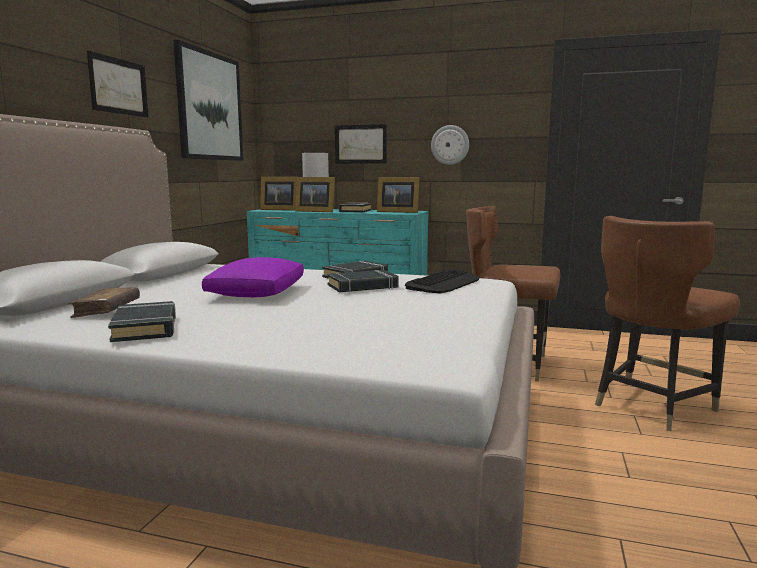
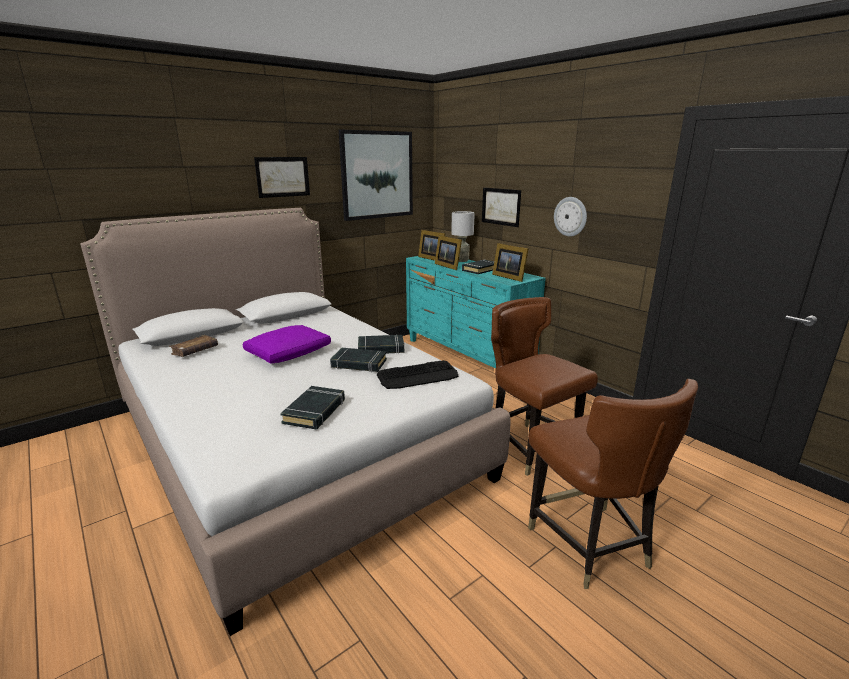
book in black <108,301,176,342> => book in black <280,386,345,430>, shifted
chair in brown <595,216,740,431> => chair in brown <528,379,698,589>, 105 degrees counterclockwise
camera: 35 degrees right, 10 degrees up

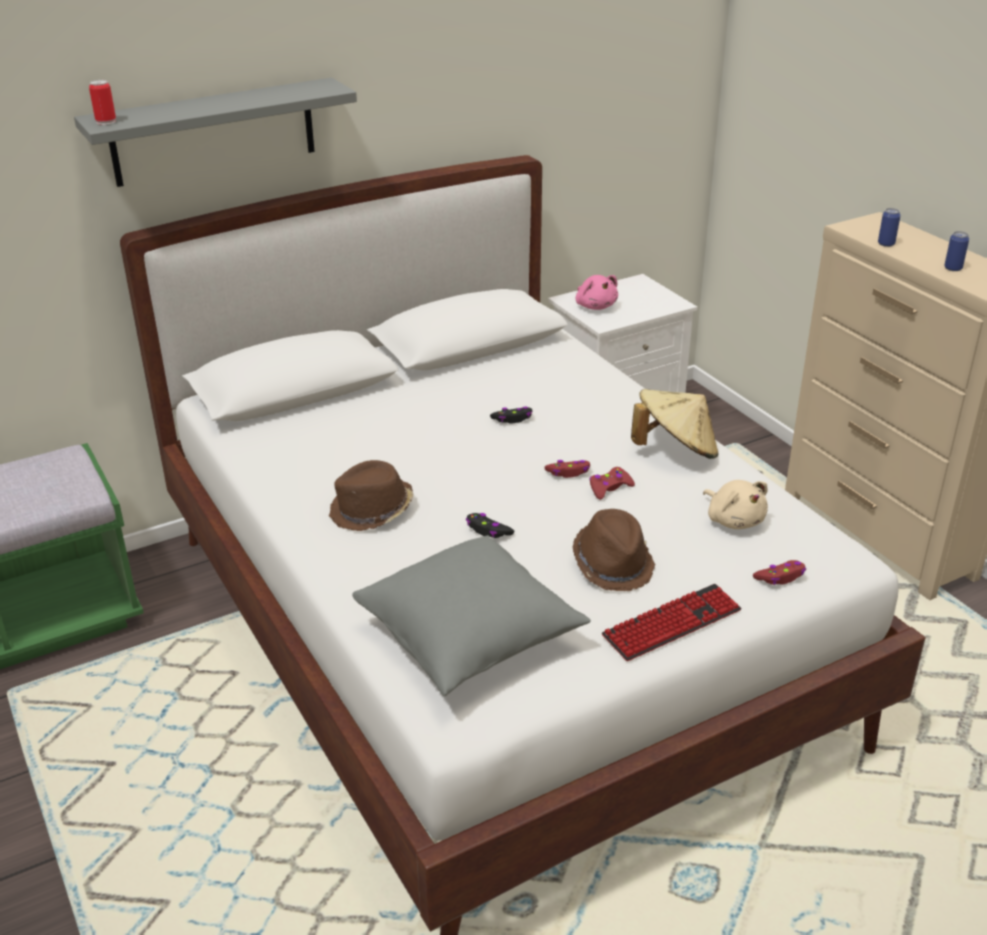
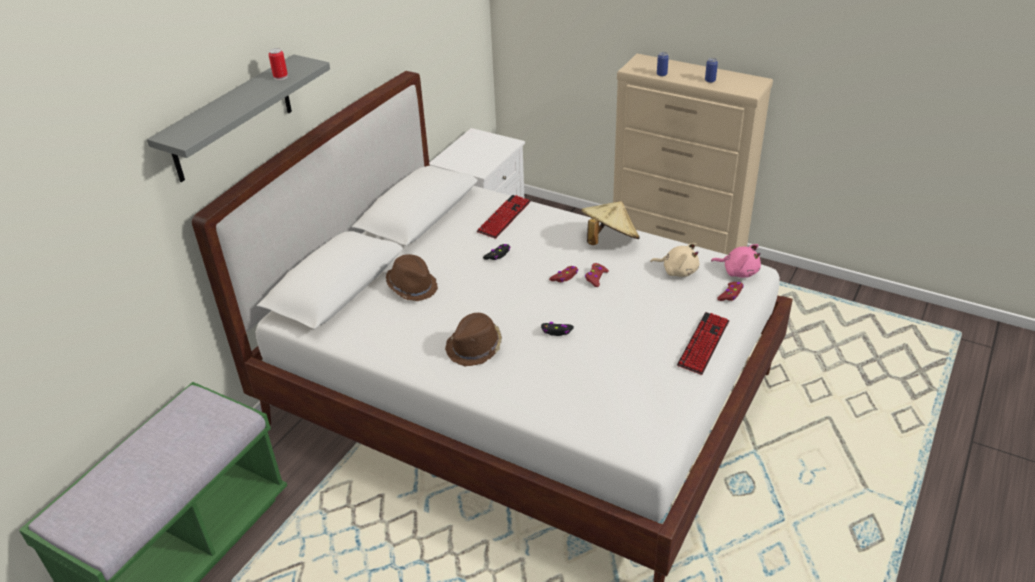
can <89,80,116,125> => can <268,48,288,80>, shifted
pillow in greyish <352,535,591,696> => nothing
hat in brown <572,509,656,591> => hat in brown <386,254,438,301>, shifted
soft toy in pink-coloured <576,275,618,310> => soft toy in pink-coloured <711,244,761,278>, shifted
nothing => keyboard <477,195,531,239>
camera: 30 degrees left, 5 degrees up

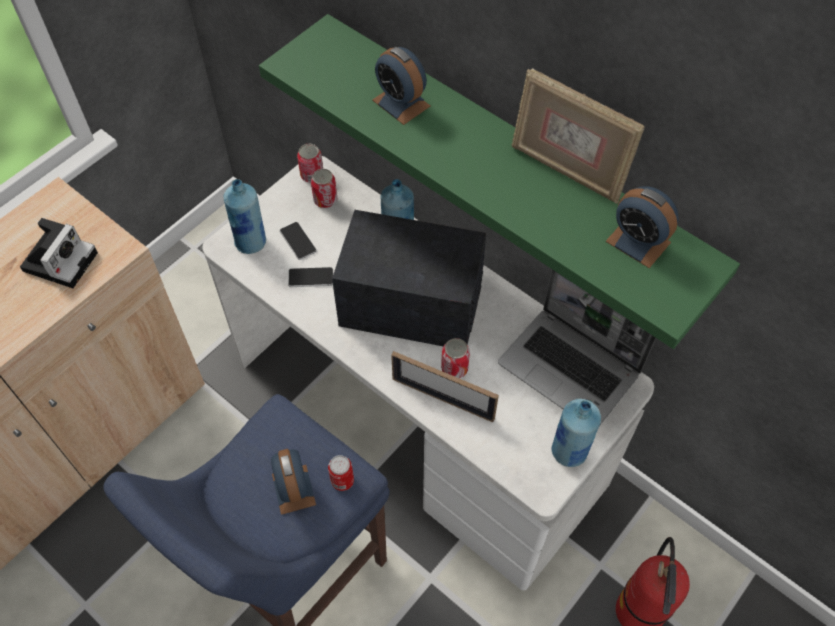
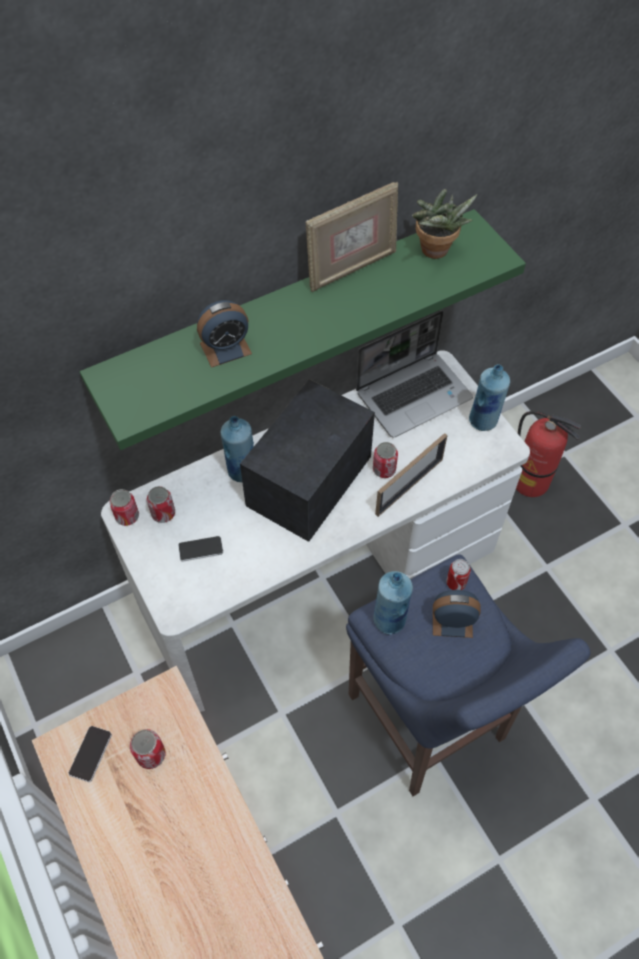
still camera <20,218,98,288> => can <130,729,165,769>
bottle in blue <223,179,266,254> => bottle in blue <373,571,413,635>, shifted
phone <288,267,333,287> => phone <69,726,112,782>, shifted
alarm clock <606,186,678,268> => houseplant <412,189,477,259>
camera: 70 degrees left, 0 degrees up

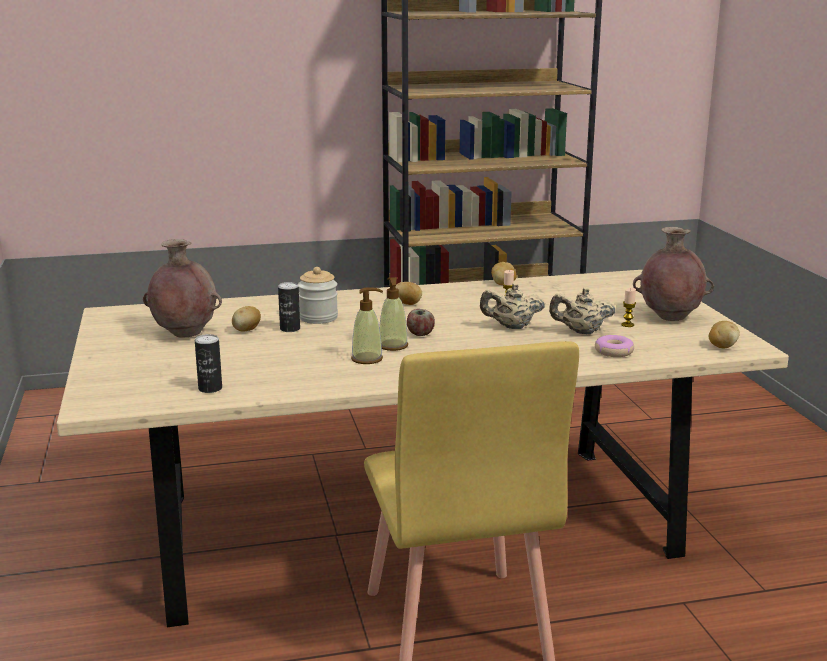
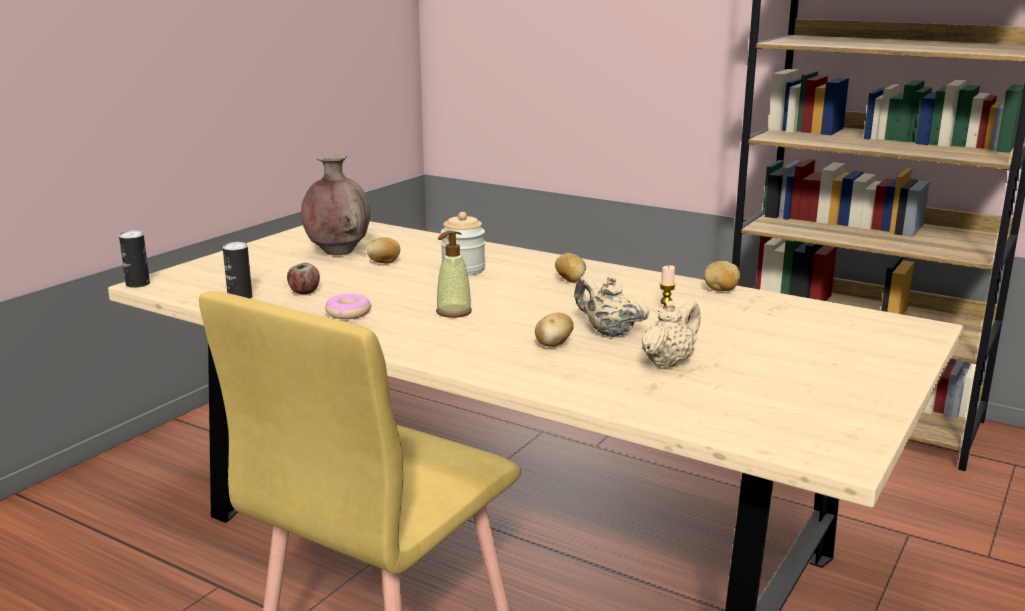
can <278,282,300,332> => can <119,231,150,288>, shifted
liquid soap bottle <351,287,383,364> => nothing
apple fruit <407,309,435,336> => apple fruit <287,263,320,294>, shifted
tea pot in beige-coloured <549,288,616,334> => tea pot in beige-coloured <642,300,701,368>, 90 degrees clockwise
doughnut <595,335,634,357> => doughnut <325,294,371,319>, shifted
wax light <621,288,636,327> => nothing
vase in brown <633,227,714,321> => nothing
whole potato <709,321,740,348> => whole potato <535,313,574,347>, shifted
camera: 45 degrees right, 0 degrees up

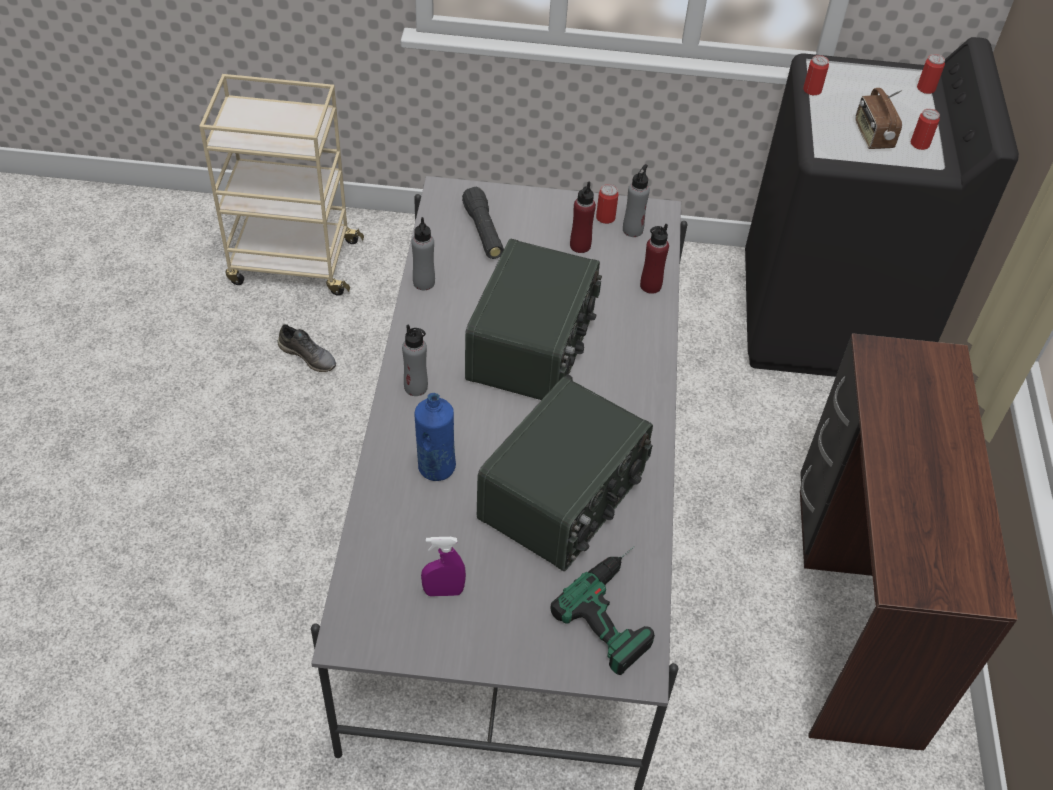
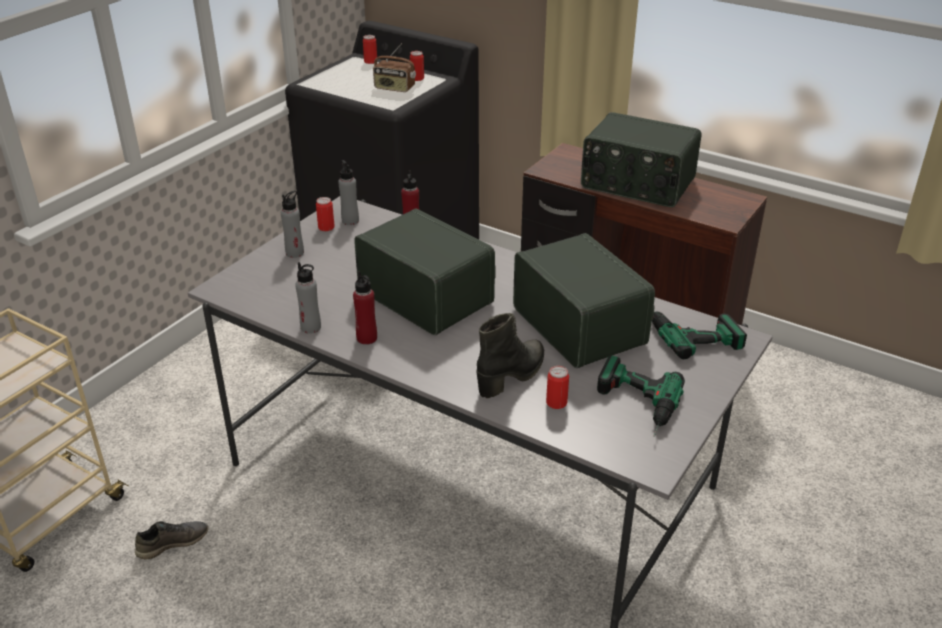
bottle in greyish <402,324,428,396> => bottle in greyish <281,191,304,258>, shifted
bottle in blue <415,393,456,481> => boot in black <477,313,544,398>
spray bottle in purple-coloured <421,537,466,597> => drill <597,356,685,437>
torch in black <462,187,504,259> => nothing
bottle in red <570,181,596,253> => bottle in red <353,271,377,344>, shifted
can <803,55,829,95> => can <546,366,569,409>, shifted
nothing => radio <581,112,701,207>
camera: 60 degrees left, 15 degrees down

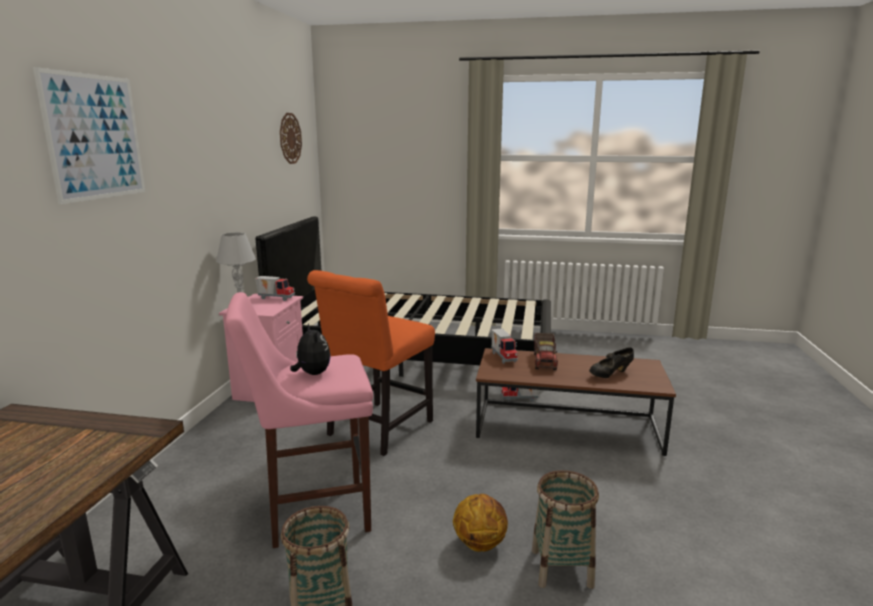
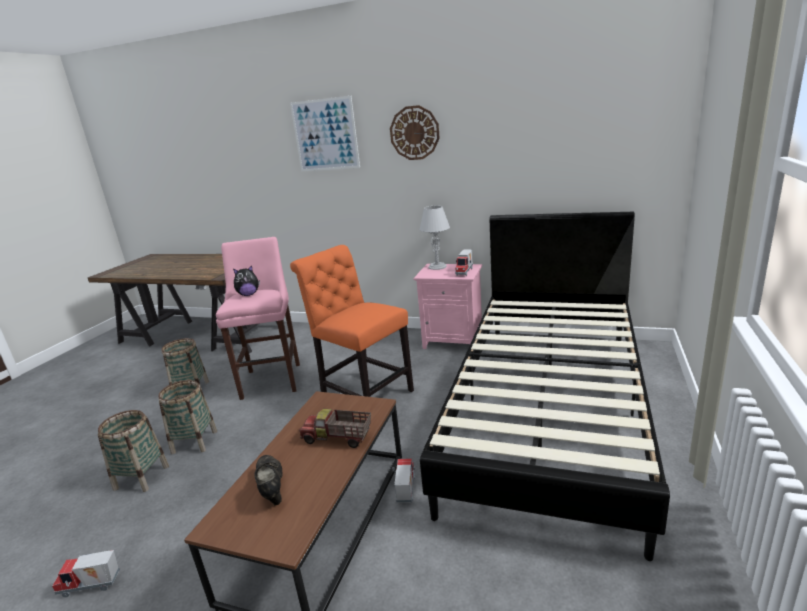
hanging clock <280,113,302,164> => hanging clock <390,105,440,160>, shifted
ball for basketball <453,494,508,552> => household basket <158,380,217,454>
toy truck <492,329,518,364> => toy truck <52,550,120,598>, shifted
camera: 100 degrees right, 5 degrees up

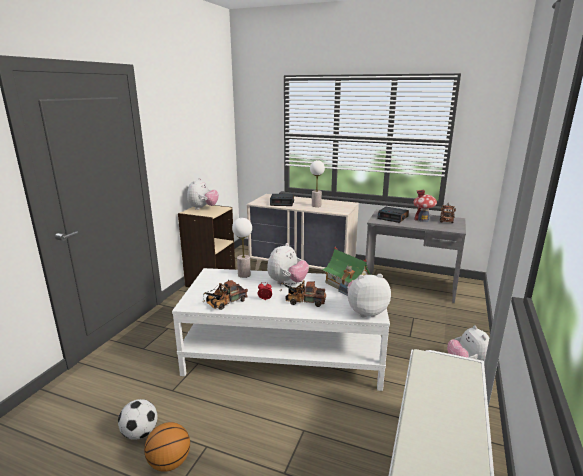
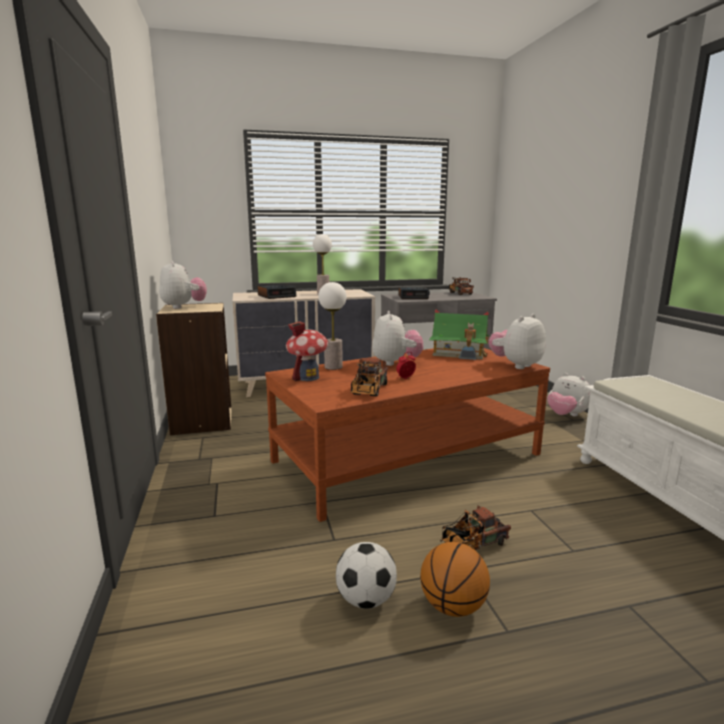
coffee table in white <172,268,390,391> => coffee table in brown <265,348,550,522>
toy truck <281,280,326,307> => toy truck <440,505,511,550>, shifted
miniature house <413,190,437,222> => miniature house <286,321,328,381>, shifted
camera: 35 degrees left, 5 degrees down

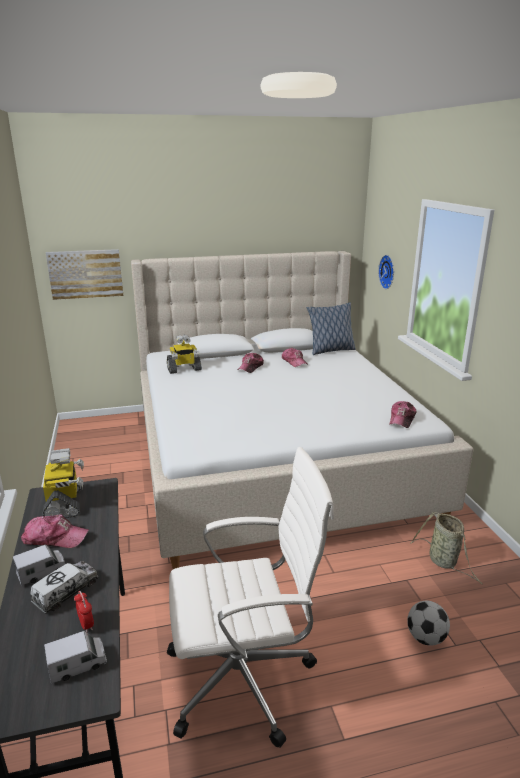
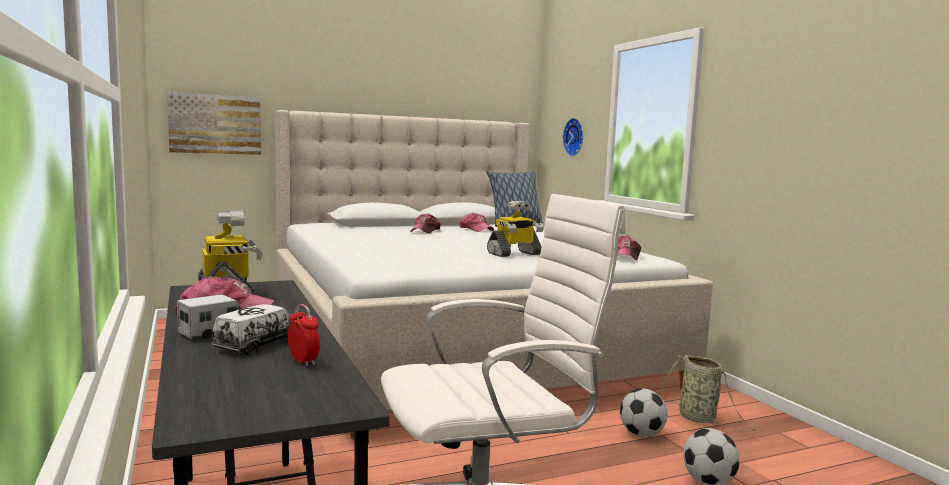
toy truck <44,631,107,685> => nothing
model robot <167,335,202,374> => model robot <487,201,544,257>, shifted
nothing => football ball <620,388,667,437>
camera: 10 degrees left, 15 degrees down

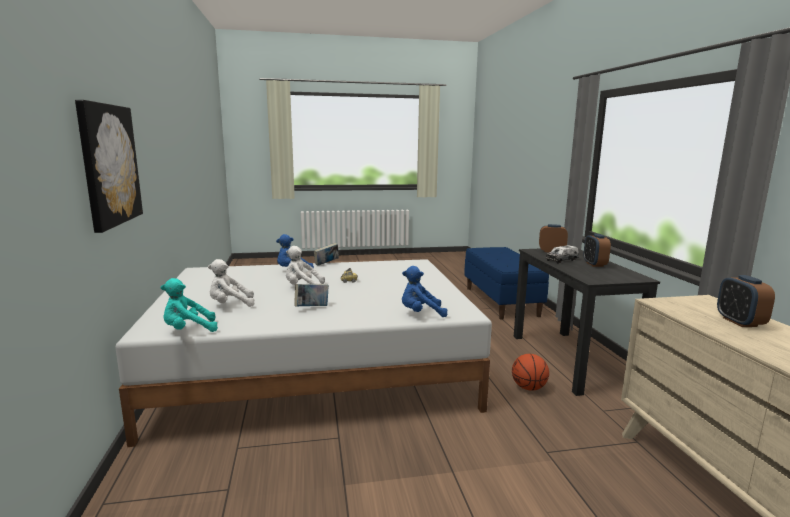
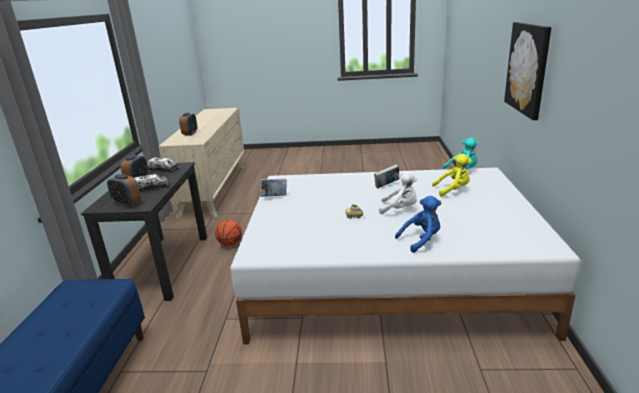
soft toy in white <208,259,255,307> => soft toy in yellow <432,154,472,197>
book <314,243,339,266> => book <260,179,287,197>, shifted
soft toy in blue <402,266,447,317> => nothing
nothing => toy truck <147,158,179,173>
camera: 165 degrees left, 10 degrees up

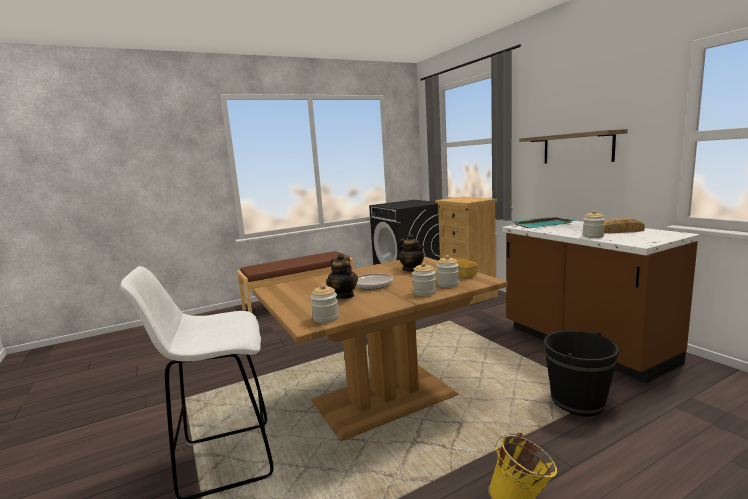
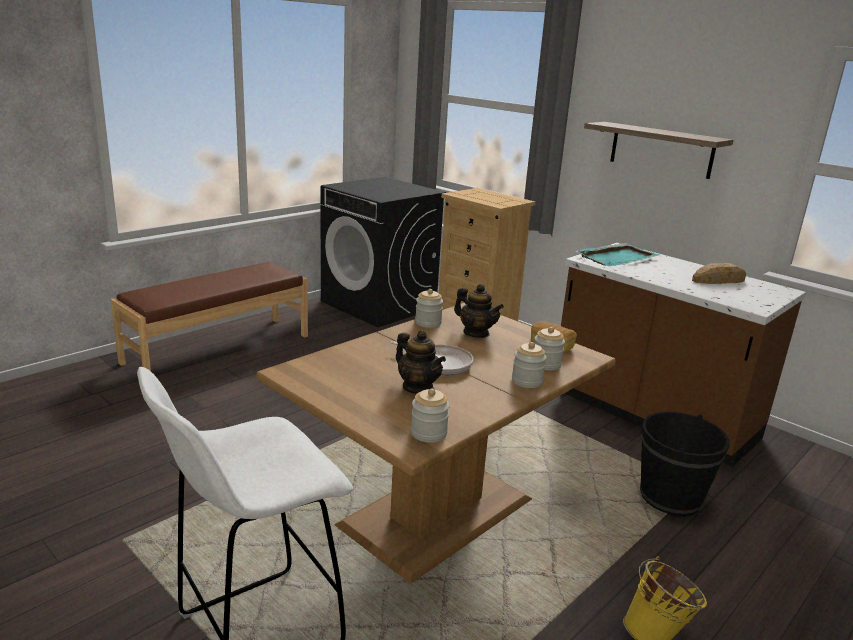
preserve jar <583,210,605,238> => preserve jar <415,289,443,328>, shifted
camera: 20 degrees left, 10 degrees up

